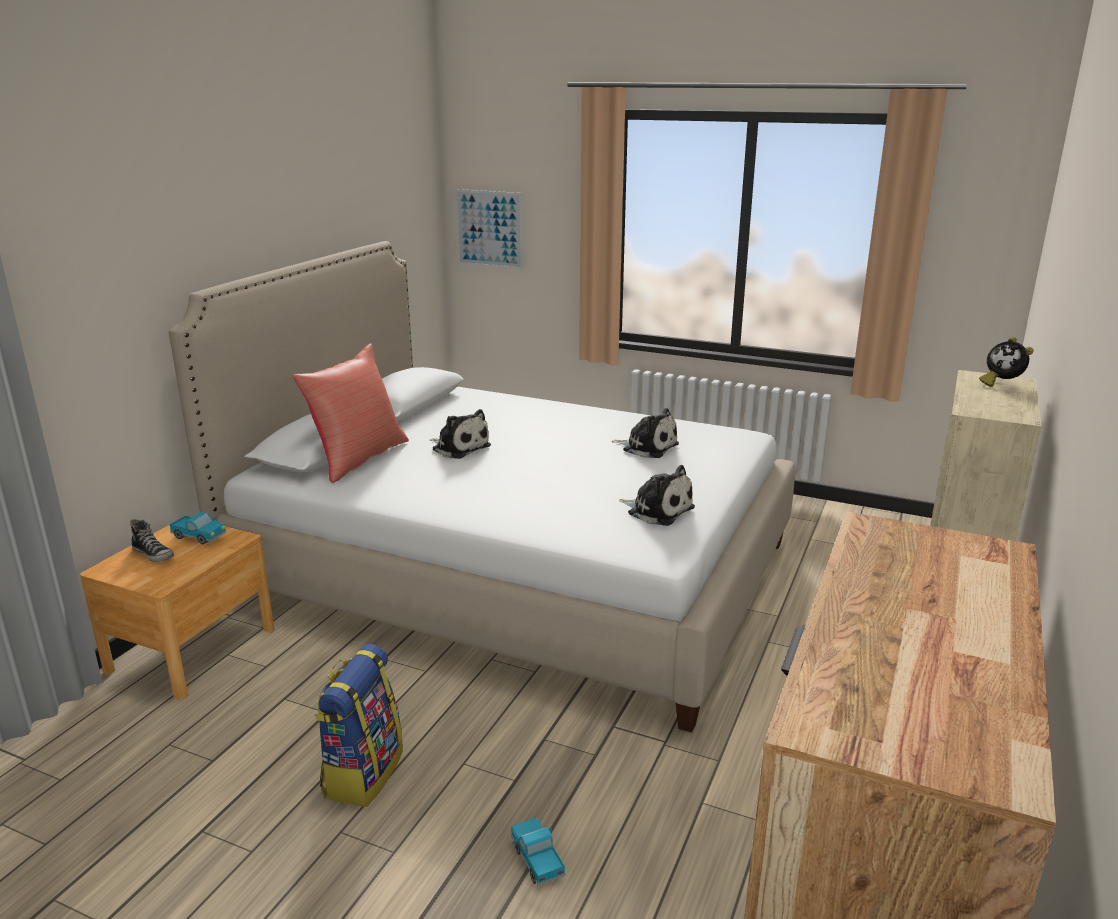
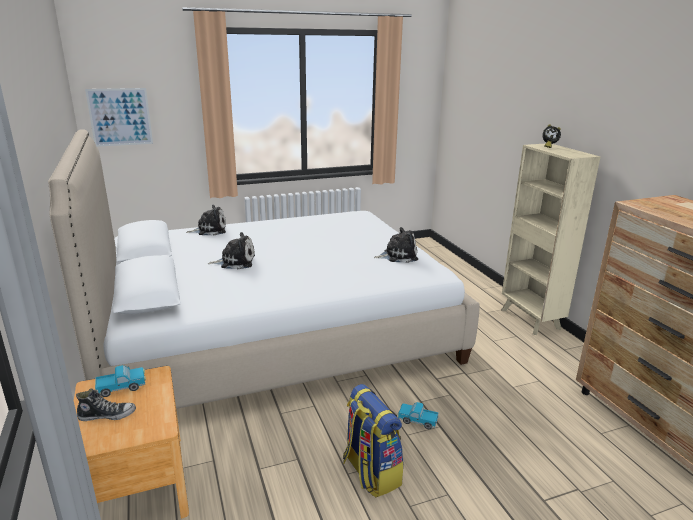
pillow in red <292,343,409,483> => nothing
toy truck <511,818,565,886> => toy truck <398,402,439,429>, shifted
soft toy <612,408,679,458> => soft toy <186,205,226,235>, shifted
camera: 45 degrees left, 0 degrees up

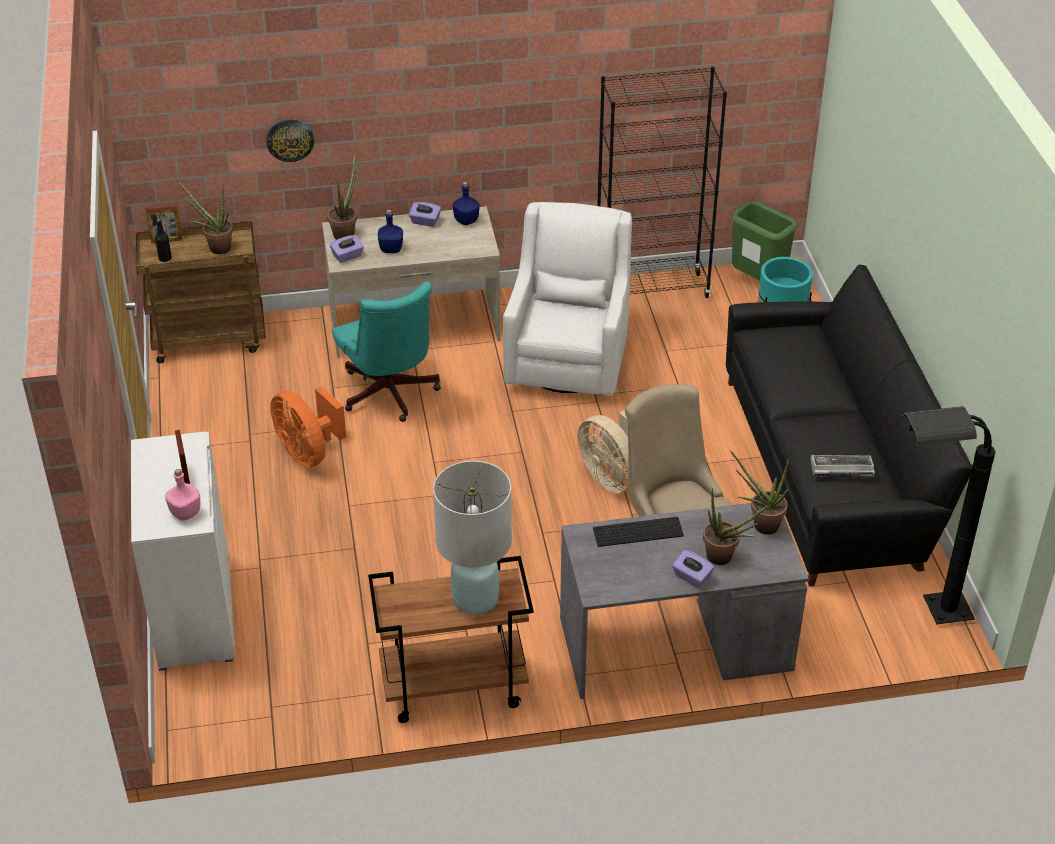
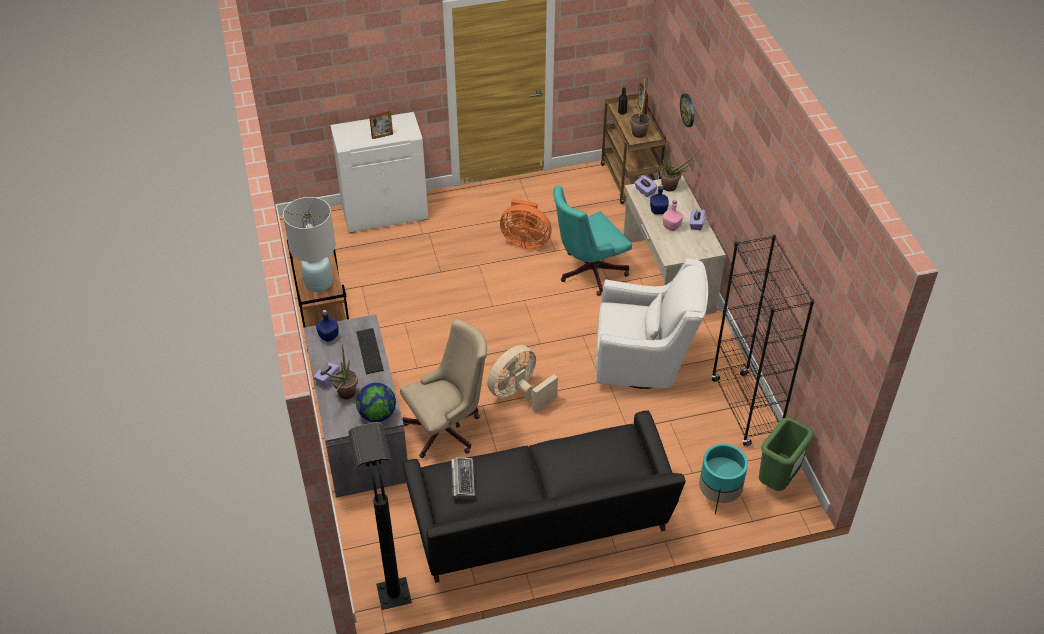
bottle in pink-coloured <165,469,200,520> => bottle in pink-coloured <663,200,683,231>, shifted
fan in orangey <270,386,346,468> => fan in orangey <500,198,552,249>, 120 degrees counterclockwise
bottle in blue <453,182,480,225> => bottle in blue <316,310,338,342>, shifted
houseplant <730,450,789,535> => desk globe <356,383,396,422>
camera: 85 degrees right, 5 degrees up

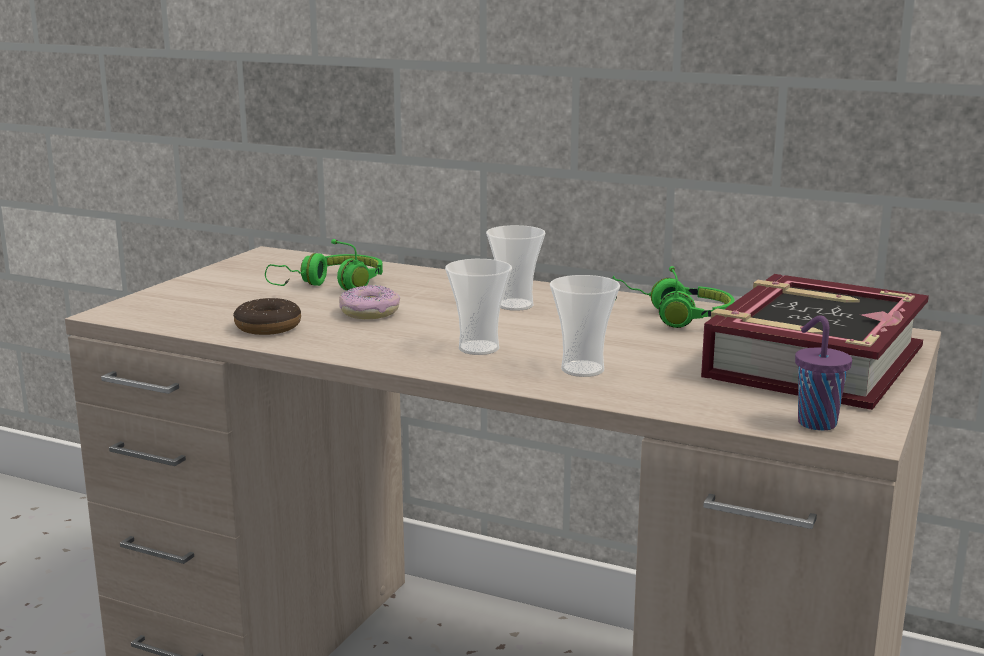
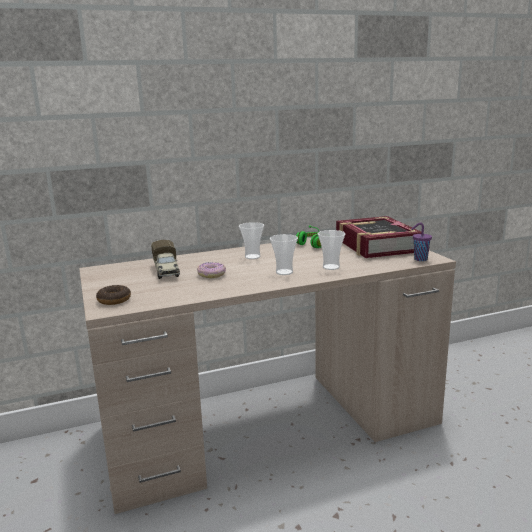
doughnut <233,298,301,335> => doughnut <96,285,131,305>, shifted
pair of headphones in green <265,239,383,291> => toy truck <151,240,180,279>
camera: 45 degrees left, 0 degrees up

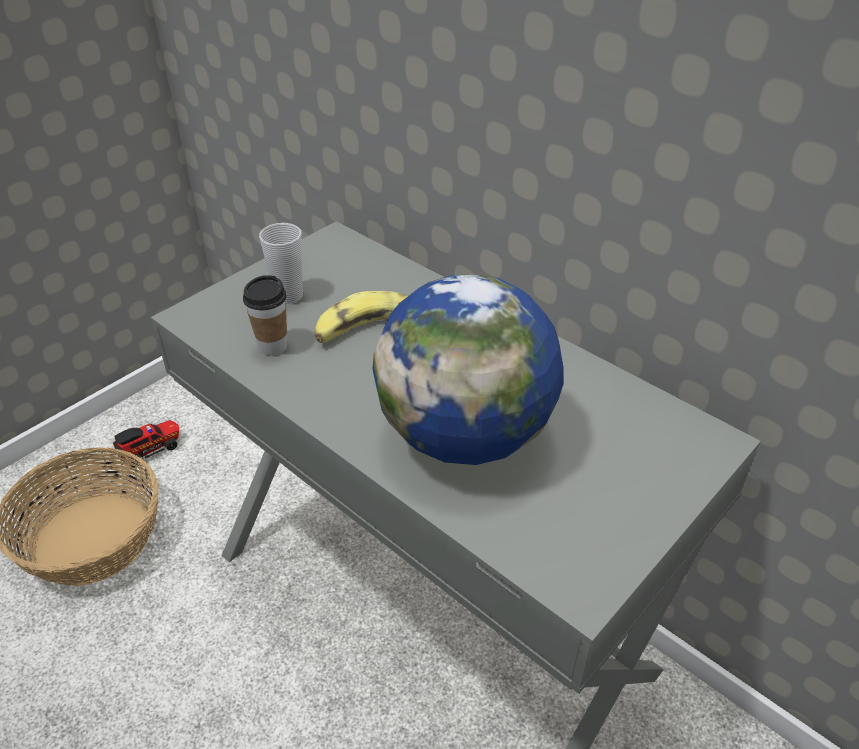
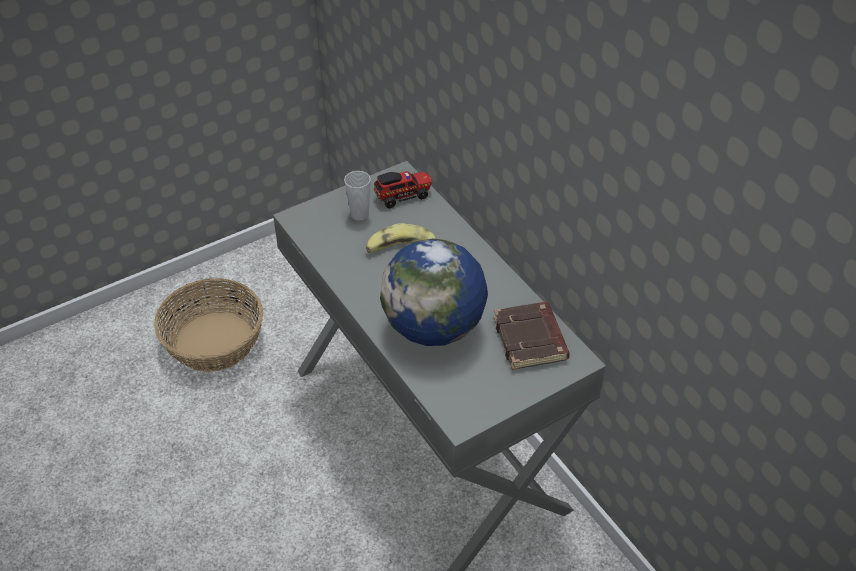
toy truck <113,420,179,468> => toy truck <374,171,432,208>, shifted
cup <243,275,287,356> => nothing
nothing => book in brown <494,302,570,370>
camera: 15 degrees right, 5 degrees up

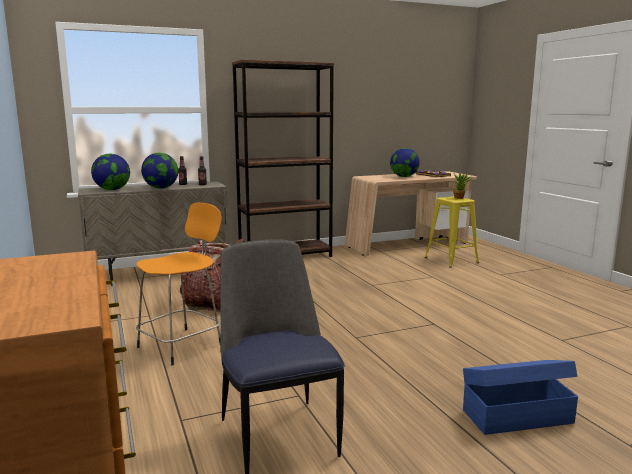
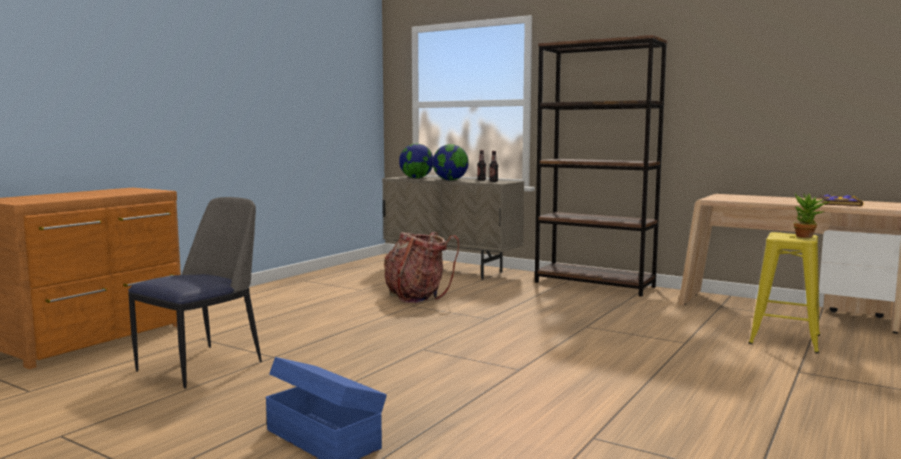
sitting stool in orangey <136,203,222,365> => nothing
desk globe <390,148,420,177> => nothing
camera: 55 degrees right, 5 degrees down

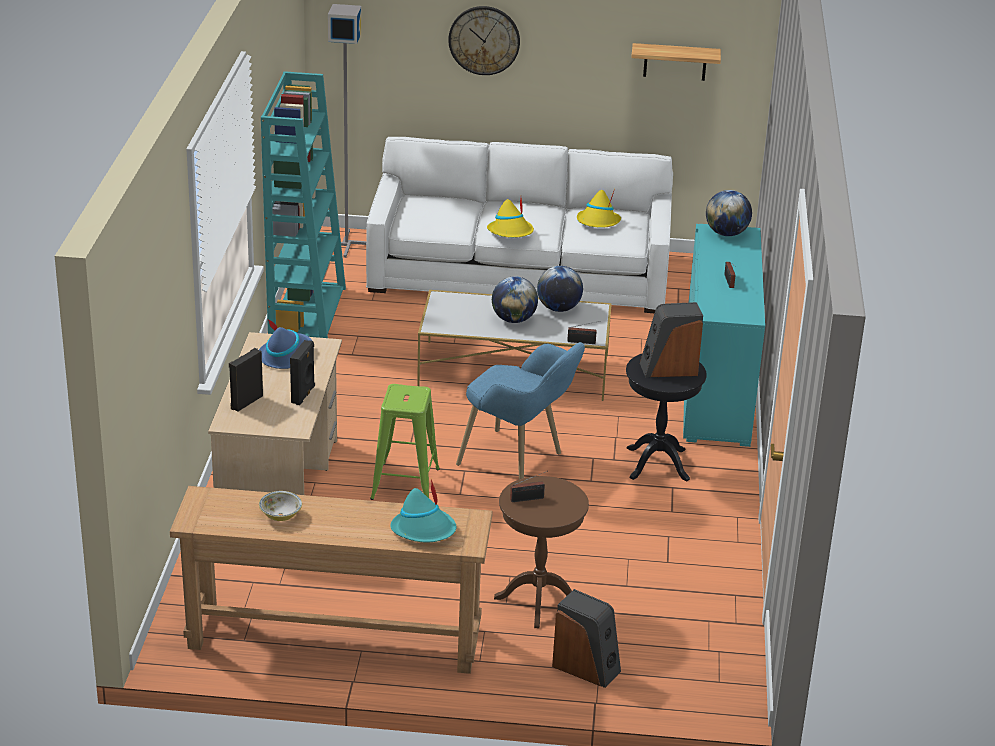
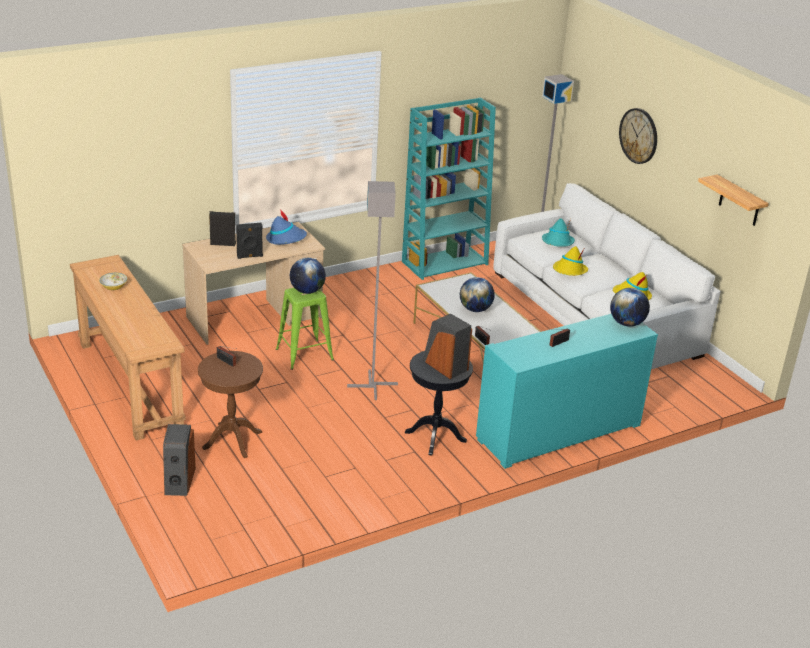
hat in turquoise <390,479,457,543> => hat in turquoise <542,218,575,247>, shifted
easy chair in blue <456,342,585,479> => standard lamp in greyish <347,181,398,400>
desk globe <537,266,583,312> => desk globe <290,258,326,294>, shifted
camera: 55 degrees right, 0 degrees up

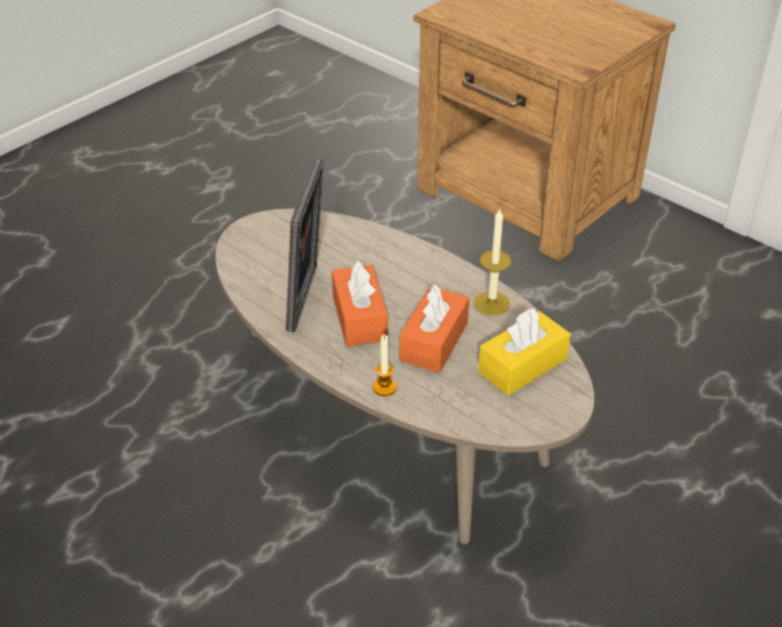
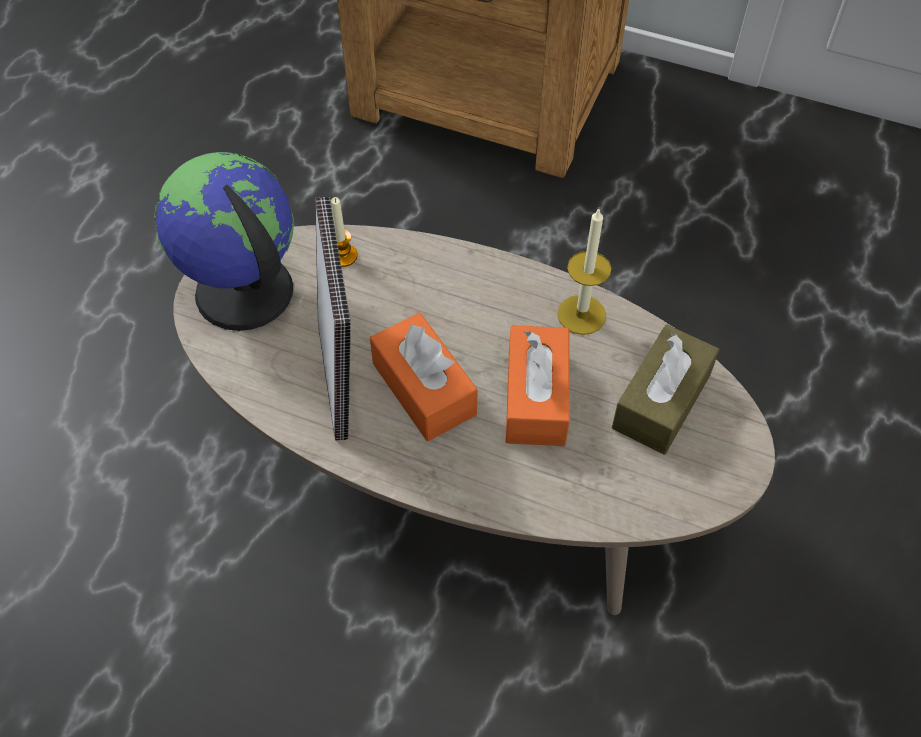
wax light <373,335,397,396> => wax light <331,197,357,267>, shifted
box of tissues in yellow <478,309,571,396> => box of tissues in brown <612,325,719,454>
nothing => desk globe <154,152,294,331>
camera: 20 degrees left, 15 degrees up

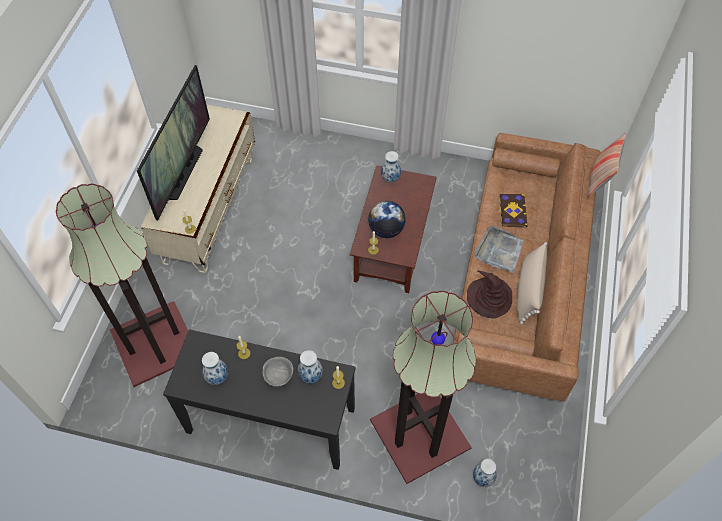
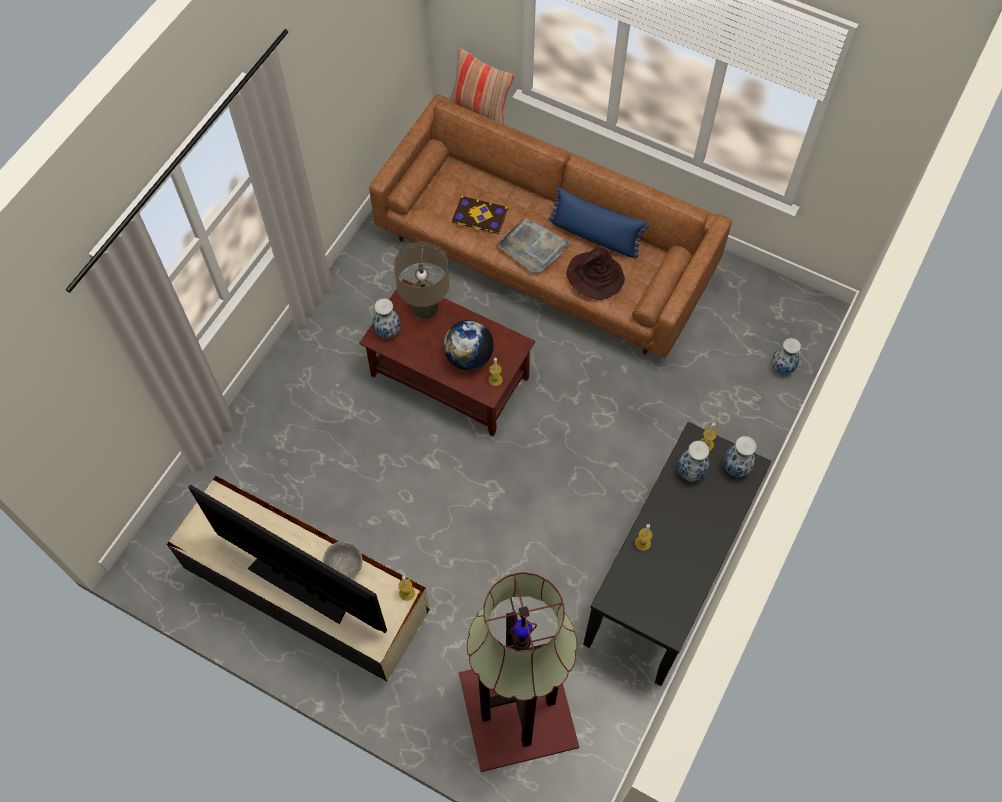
vase <202,352,228,385> => vase <723,436,756,477>, shifted
deep dish in greyish <262,357,293,387> => deep dish in greyish <323,542,363,578>, shifted
standard lamp <370,291,476,484> => nothing
pillow in beige-coloured <517,242,547,324> => pillow in blue <549,188,649,258>
nothing => lamp for a table in beige-coloured <394,242,449,320>
camera: 75 degrees left, 5 degrees up

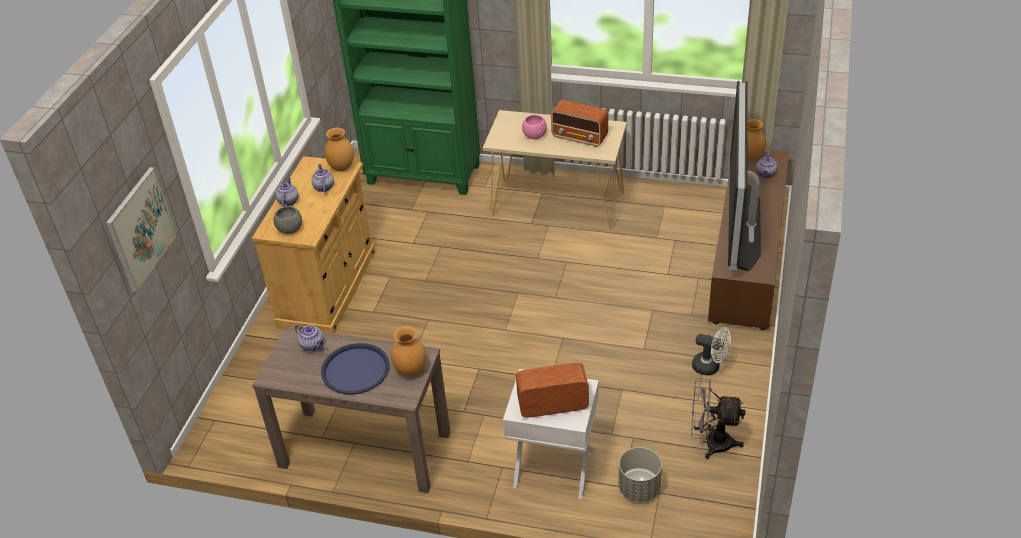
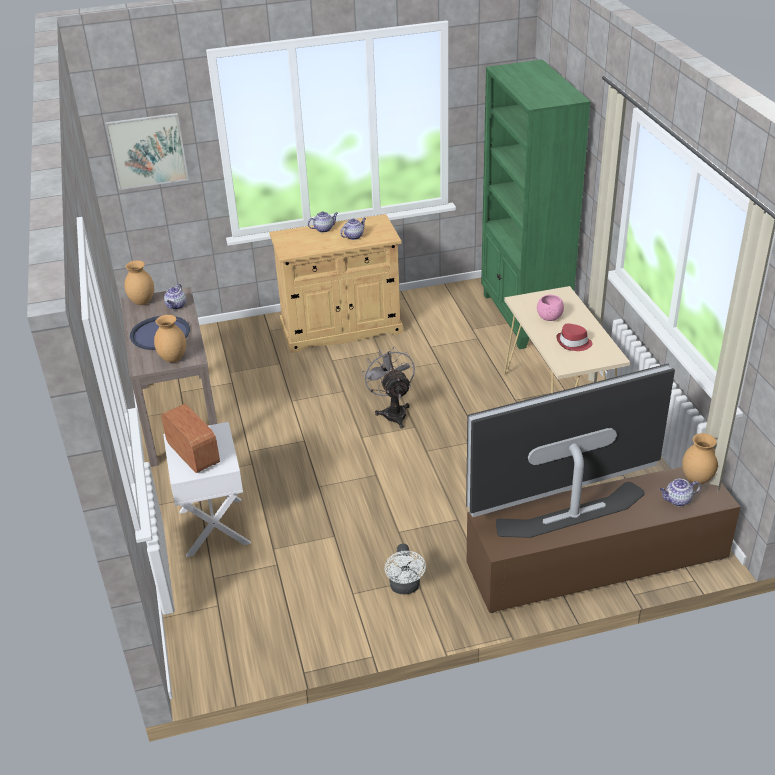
deep dish in greyish <274,206,302,234> => nothing
vase in brown <325,128,354,171> => vase in brown <124,260,154,305>, shifted
radio <551,100,608,147> => hat in red <556,324,593,351>
plant pot in greyish <619,447,662,502> => nothing
fan in greyish <691,378,746,459> => fan in greyish <362,346,415,428>, shifted
camera: 60 degrees right, 5 degrees down

